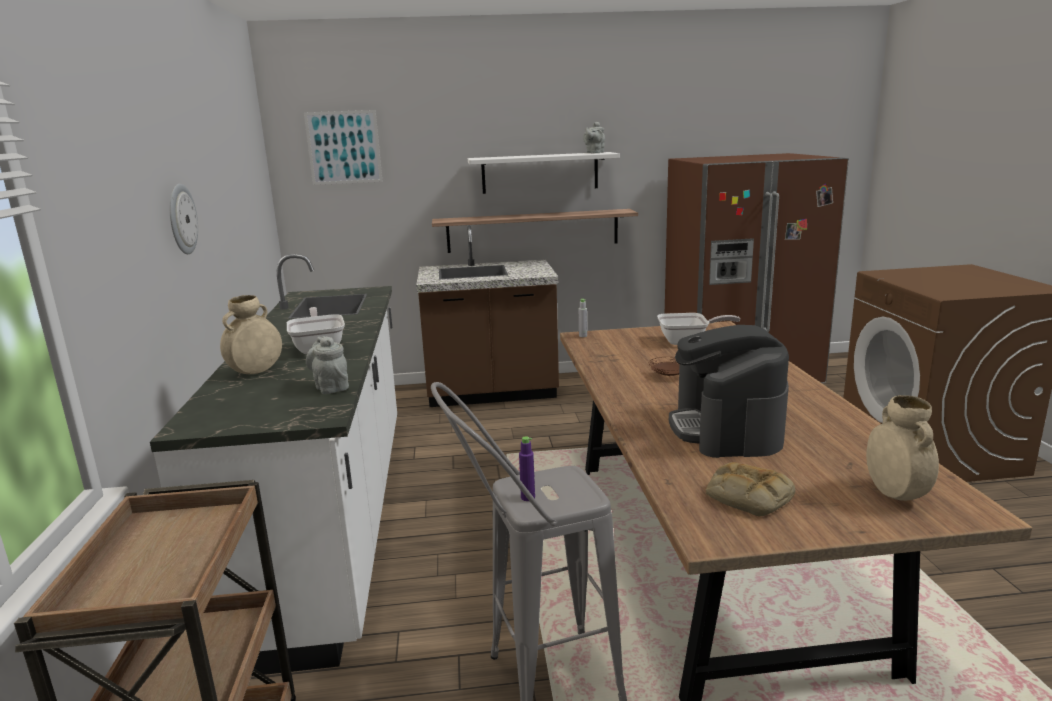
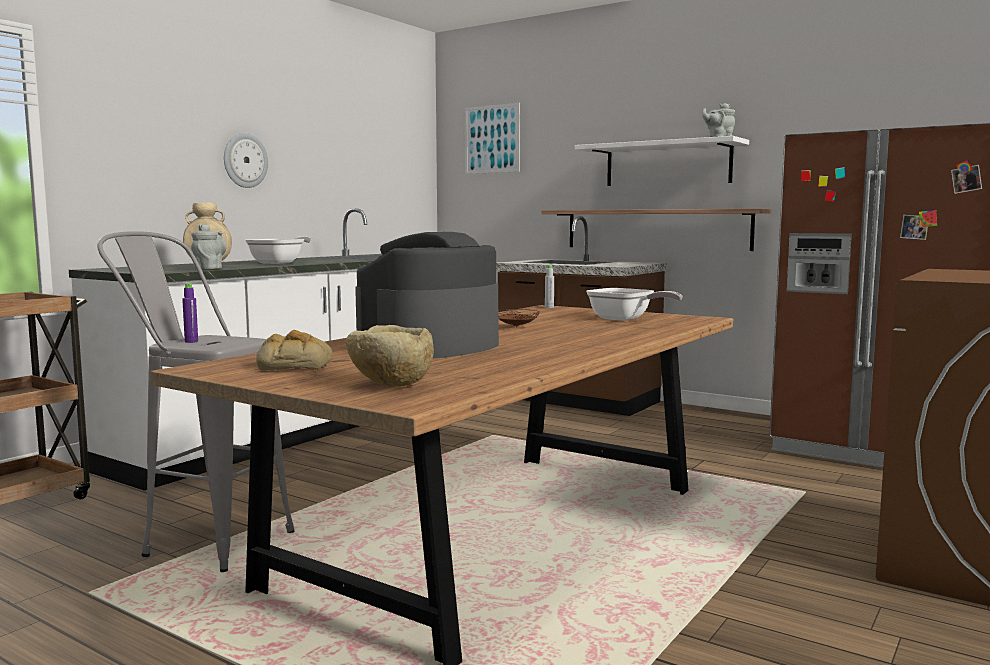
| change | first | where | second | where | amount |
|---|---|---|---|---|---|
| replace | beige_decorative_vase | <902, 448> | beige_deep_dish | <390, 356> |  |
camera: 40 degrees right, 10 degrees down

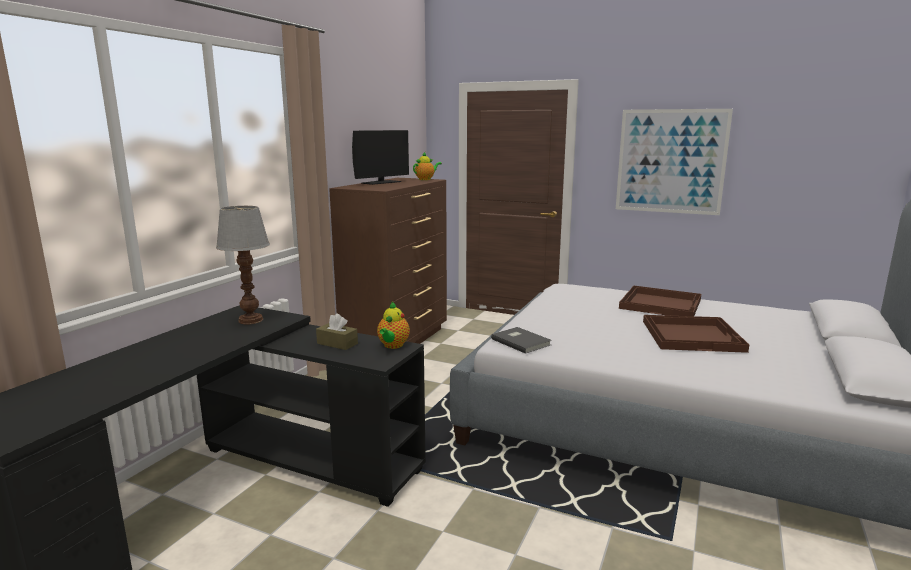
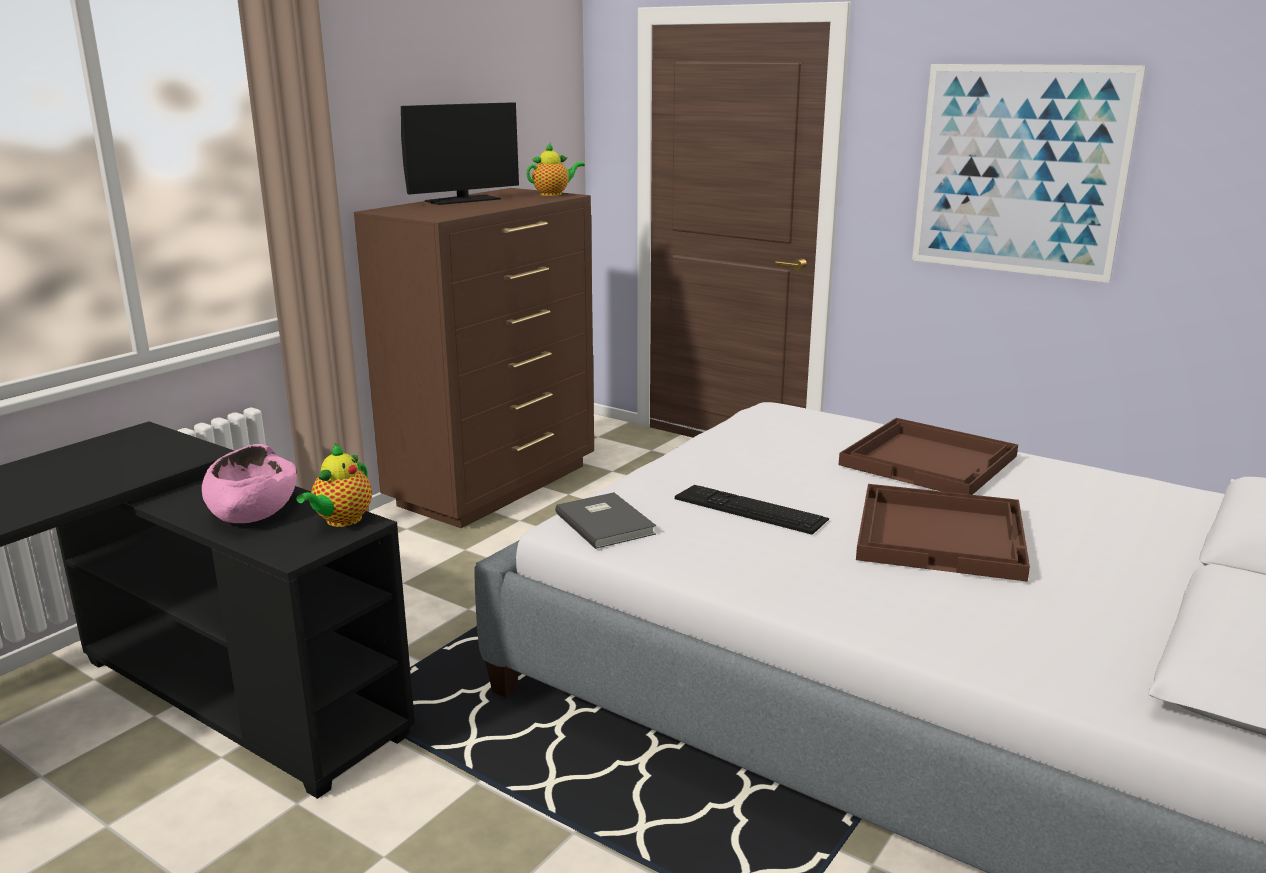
| change | first | where | second | where | amount |
|---|---|---|---|---|---|
| delete | lamp_for_a_table | <243, 265> |  |  |  |
| insert |  |  | PC_keyboard | <752, 510> |  |
| replace | brown-coloured_tissue_holder | <337, 331> | pinkish_deep_dish | <249, 483> |  |
camera: 10 degrees right, 5 degrees up

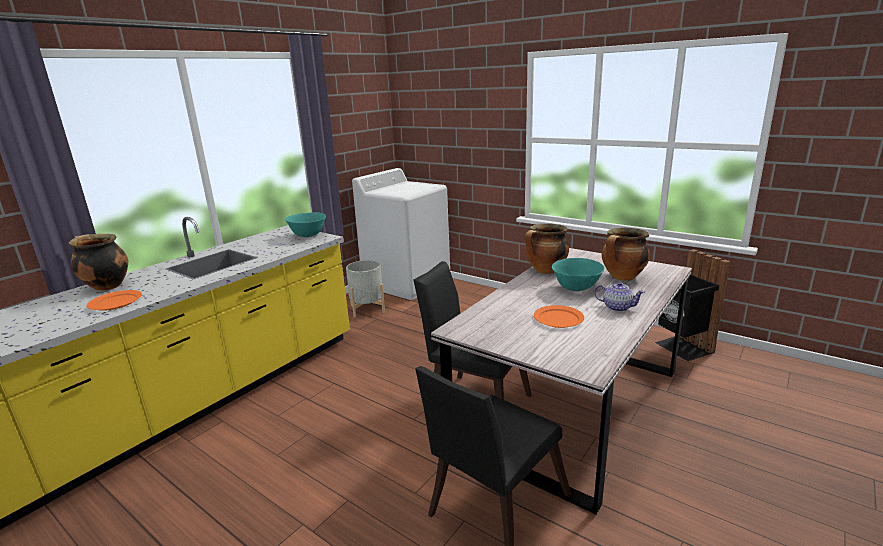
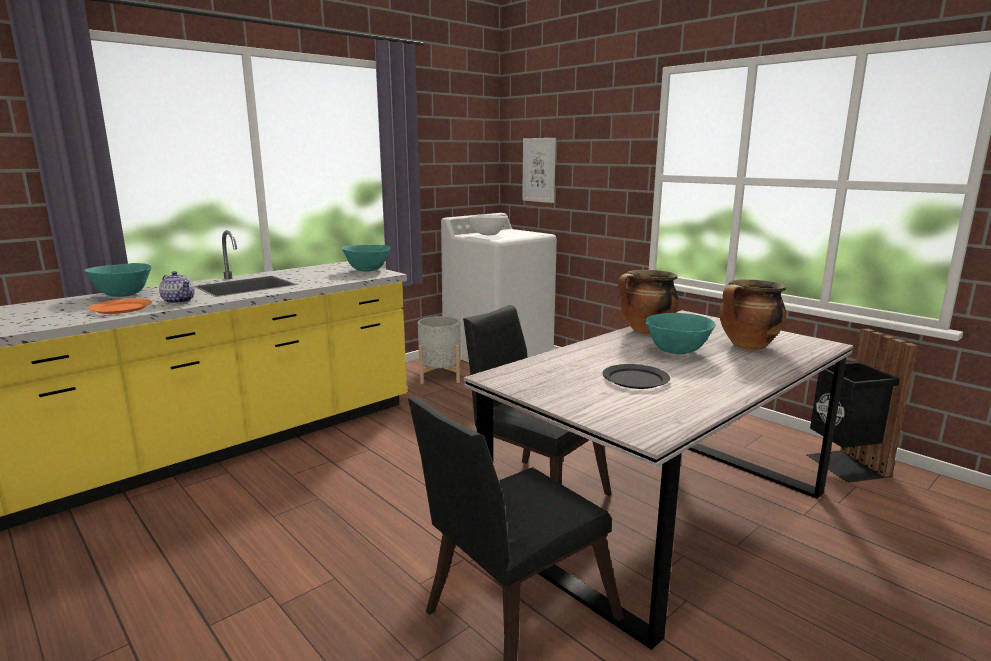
| change | first | where | second | where | amount |
|---|---|---|---|---|---|
| insert |  |  | white_deep_dish | <488, 224> |  |
| insert |  |  | wall_art | <539, 170> |  |
| move | pot_for_tea | <619, 297> |  | <177, 287> |  |
| replace | cooking_pot | <98, 262> | turquoise_deep_dish | <118, 280> |  |
| recolor | orange-coloured_dinner_plate | <559, 316> | blackish_dinner_plate | <636, 376> |  |
camera: 10 degrees right, 5 degrees down

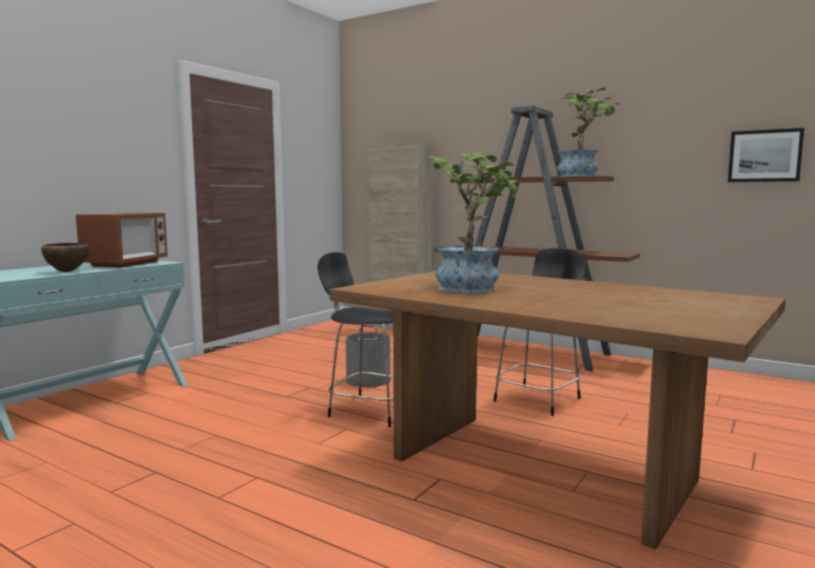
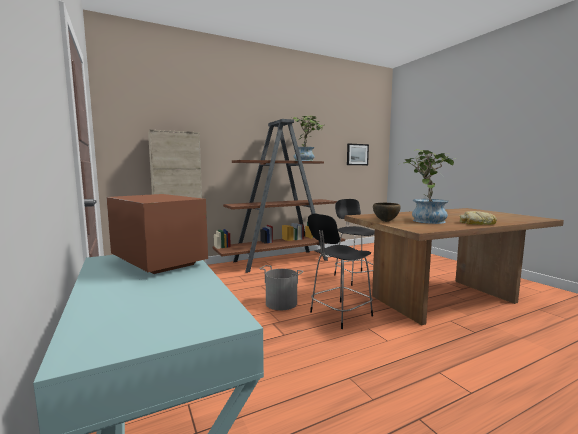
| change | first | where | second | where | amount |
|---|---|---|---|---|---|
| insert |  |  | bread | <478, 218> |  |
| move | brown-coloured_deep_dish | <65, 257> |  | <387, 212> |  |
camera: 60 degrees left, 0 degrees up

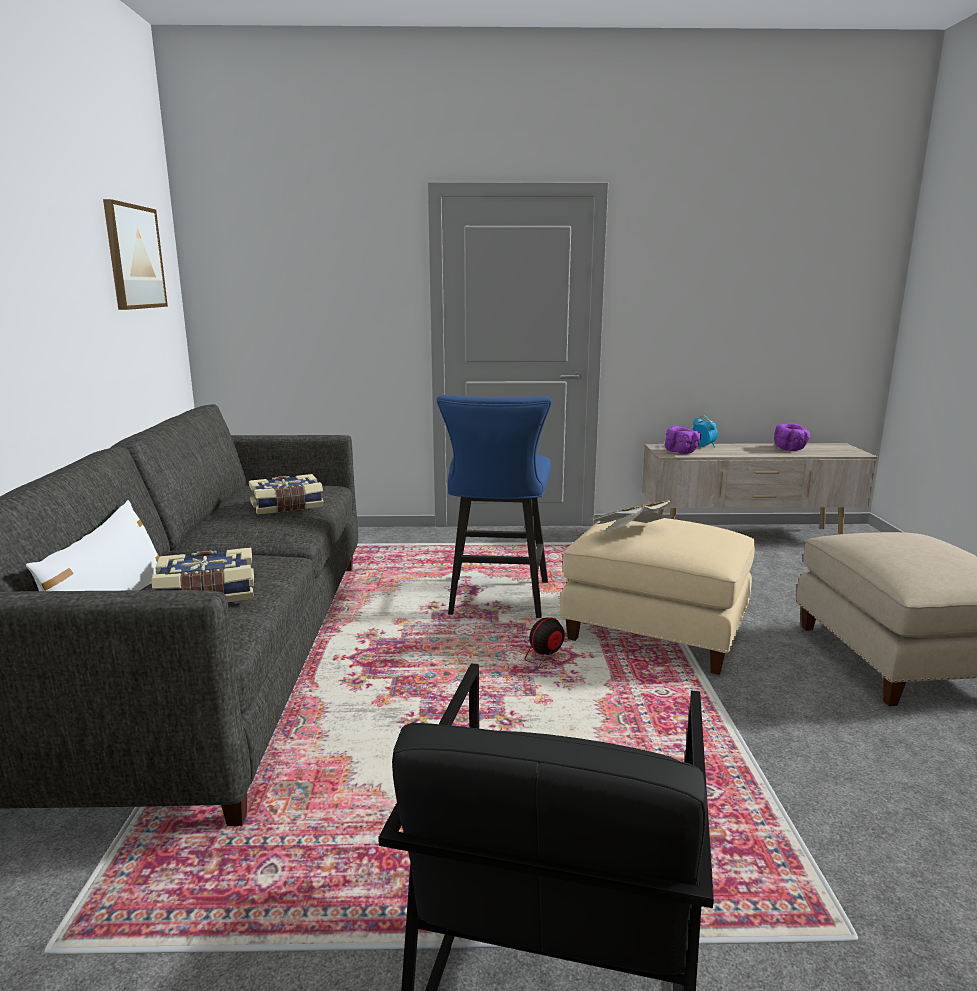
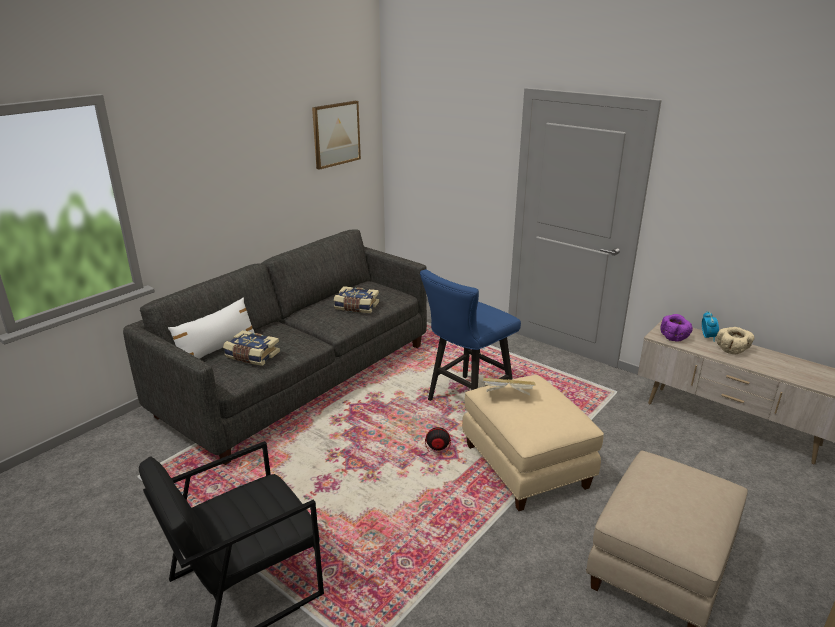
| change | first | where | second | where | amount |
|---|---|---|---|---|---|
| delete | purplish_deep_dish | <792, 437> |  |  |  |
| insert |  |  | beige_deep_dish | <735, 340> |  |
camera: 40 degrees right, 10 degrees up

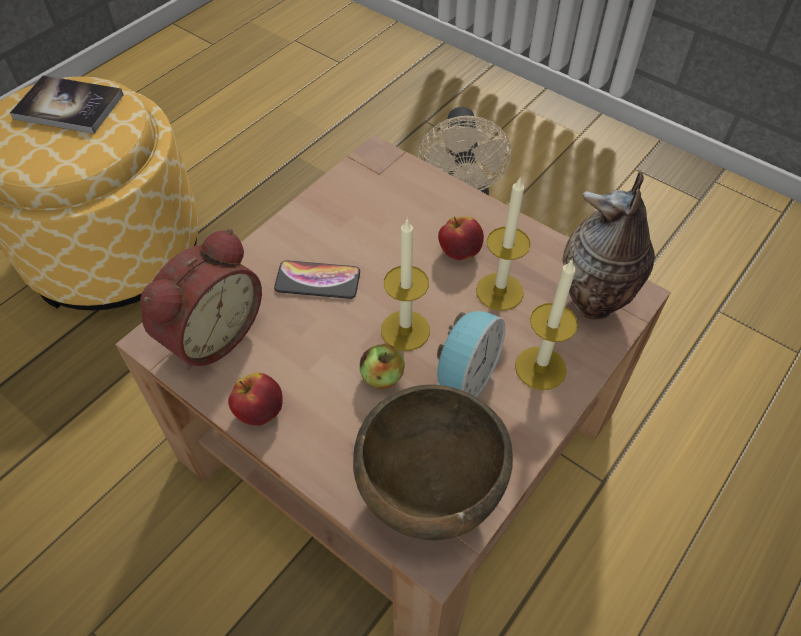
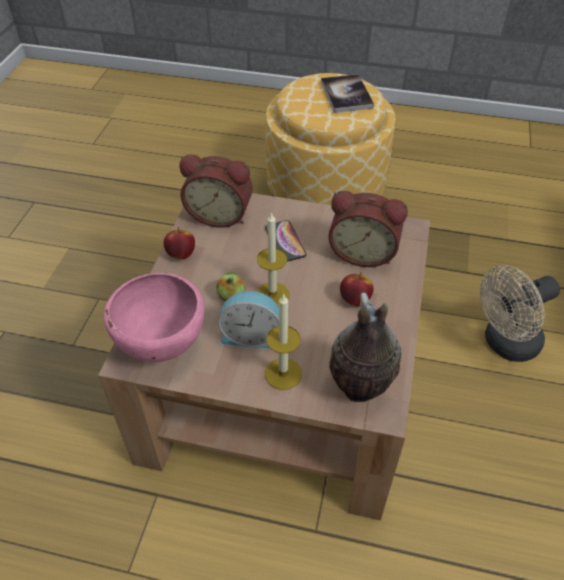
| change | first | where | second | where | amount |
|---|---|---|---|---|---|
| delete | wax_candle | <503, 243> |  |  |  |
| insert |  |  | table_clock | <368, 229> |  |
| recolor | brown-coloured_deep_dish | <433, 462> | pinkish_deep_dish | <154, 317> |  |
camera: 65 degrees right, 5 degrees down

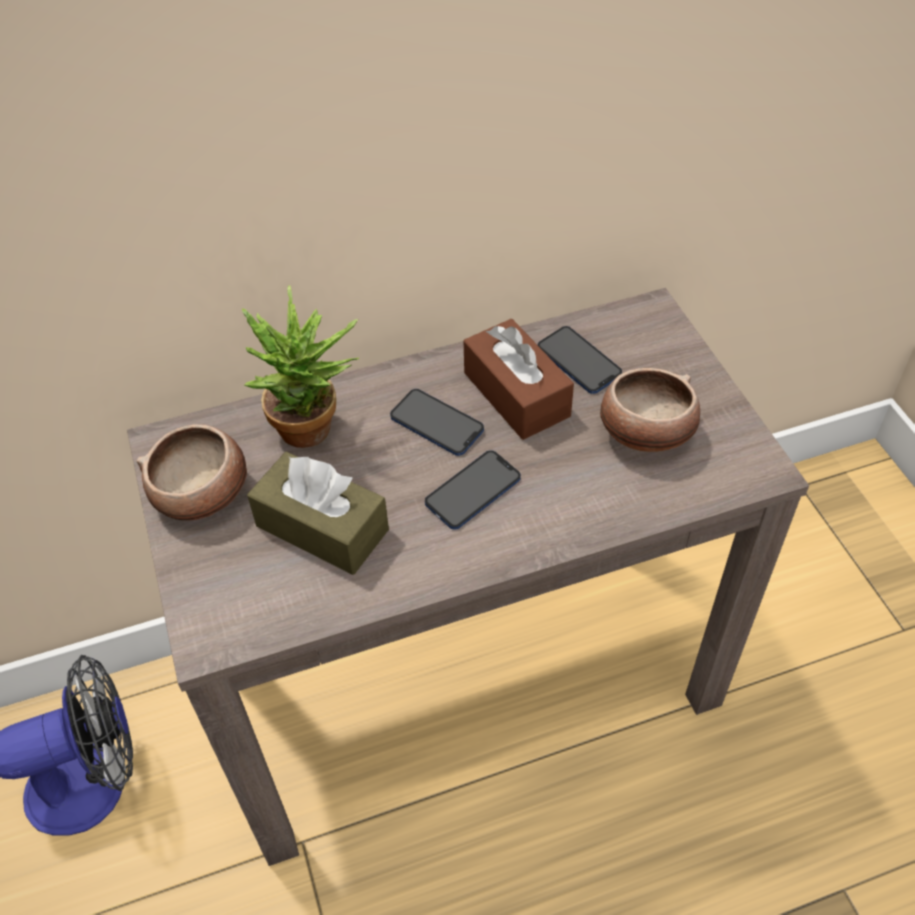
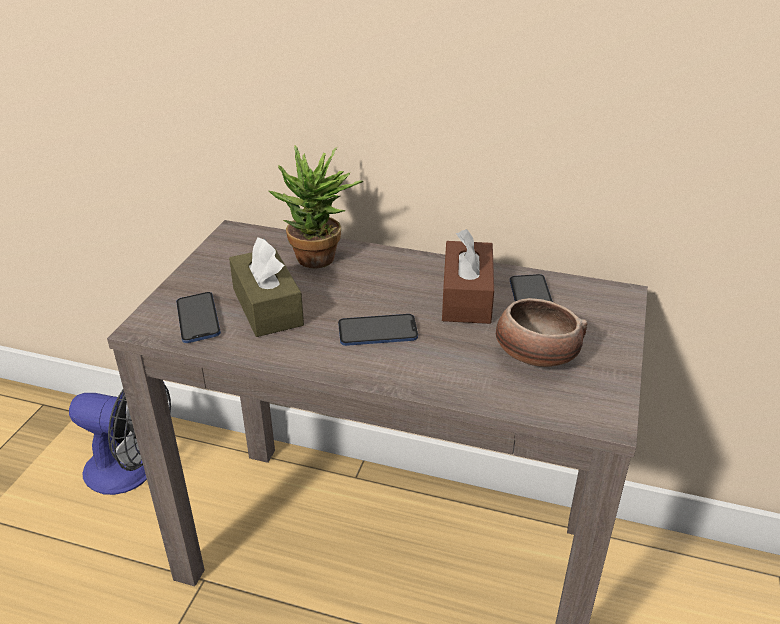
| change | first | where | second | where | amount |
|---|---|---|---|---|---|
| delete | deep_dish | <192, 472> |  |  |  |
| move | handset | <437, 422> |  | <198, 317> |  |
camera: 35 degrees right, 15 degrees down

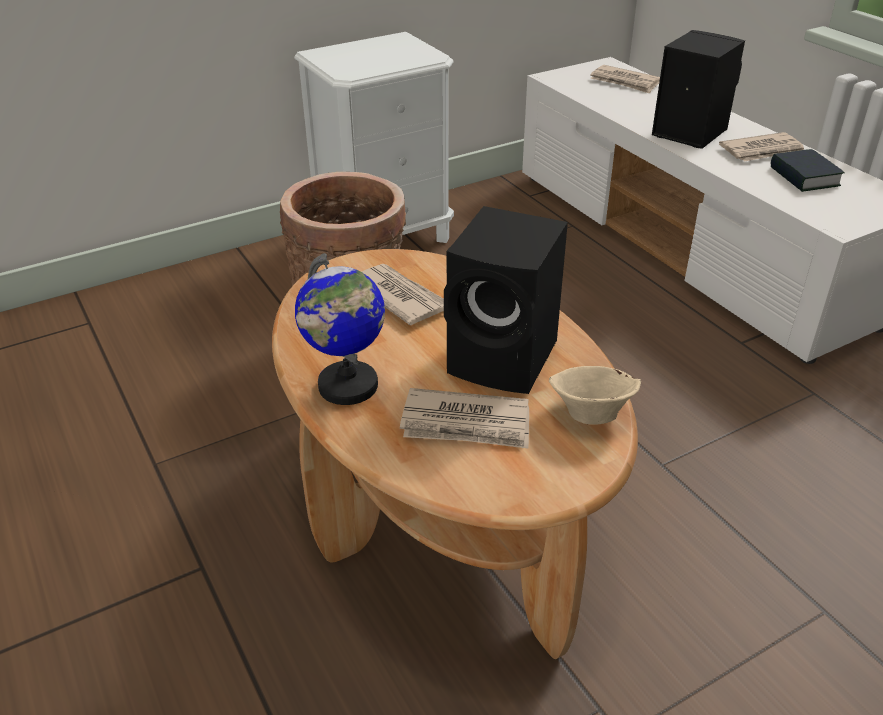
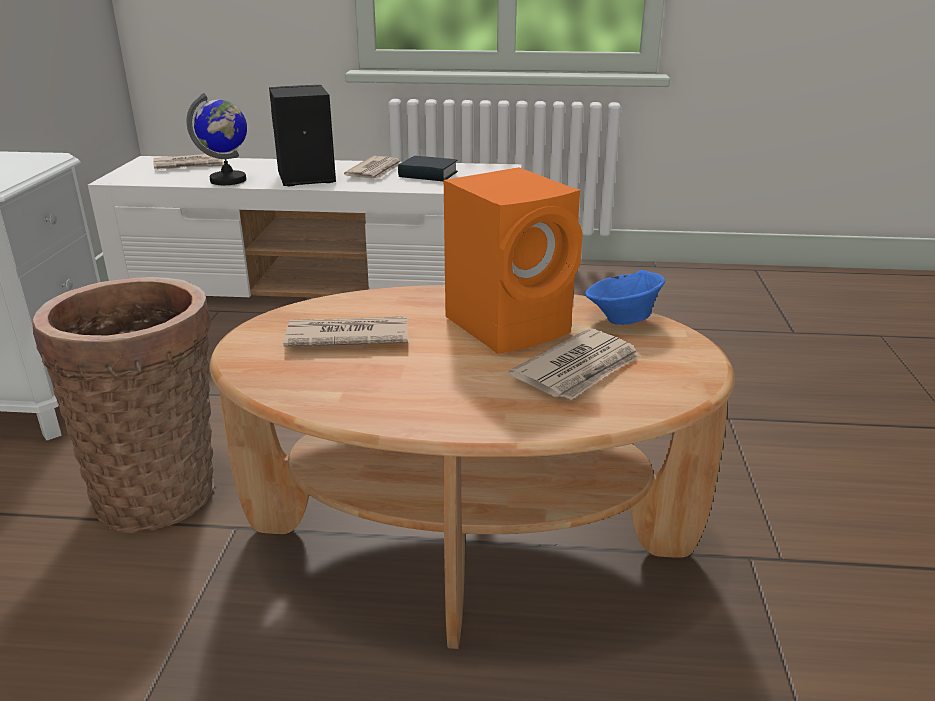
| change | first | where | second | where | amount |
|---|---|---|---|---|---|
| move | desk_globe | <340, 329> |  | <217, 139> |  |
| recolor | blackish_speaker | <506, 300> | orange-coloured_speaker | <513, 260> |  |
| recolor | beige_deep_dish | <595, 395> | bluish_deep_dish | <625, 297> |  |
camera: 55 degrees left, 10 degrees down

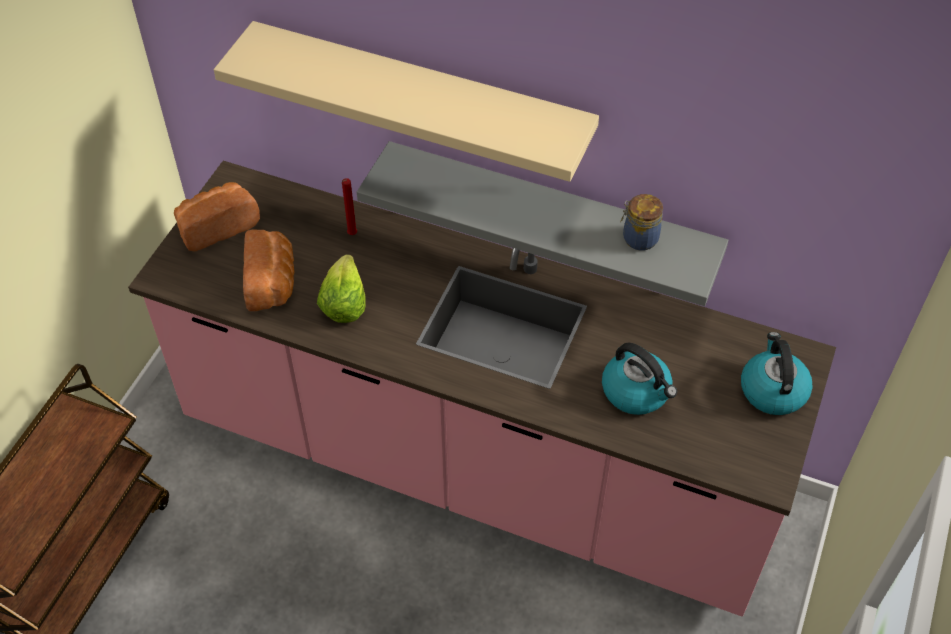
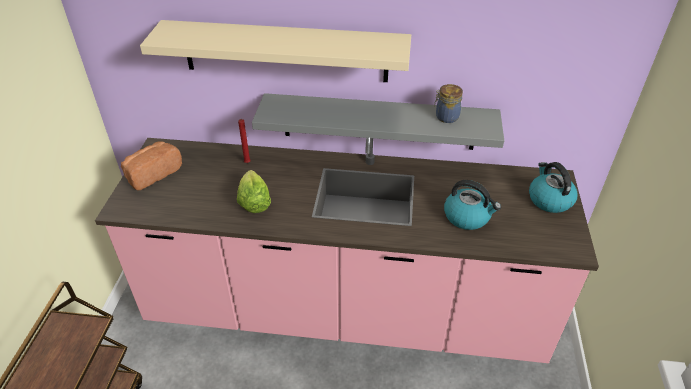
| change | first | where | second | where | amount |
|---|---|---|---|---|---|
| delete | bread | <268, 270> |  |  |  |
camera: 15 degrees left, 10 degrees down

